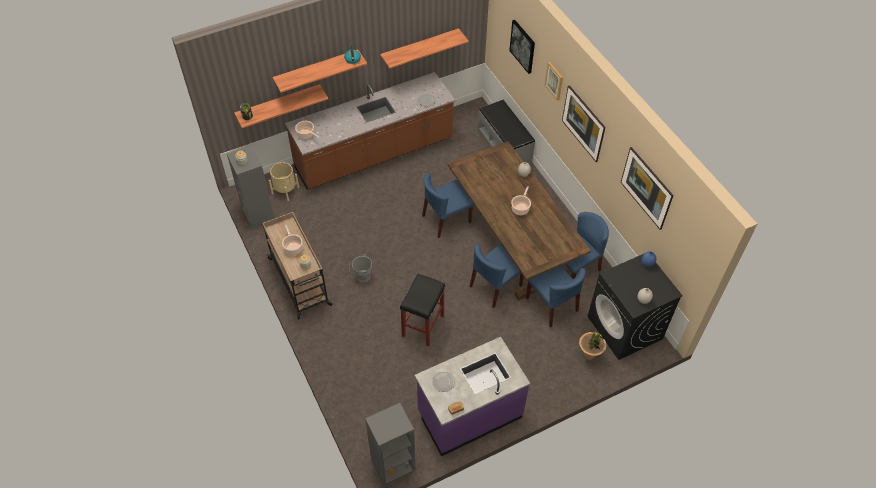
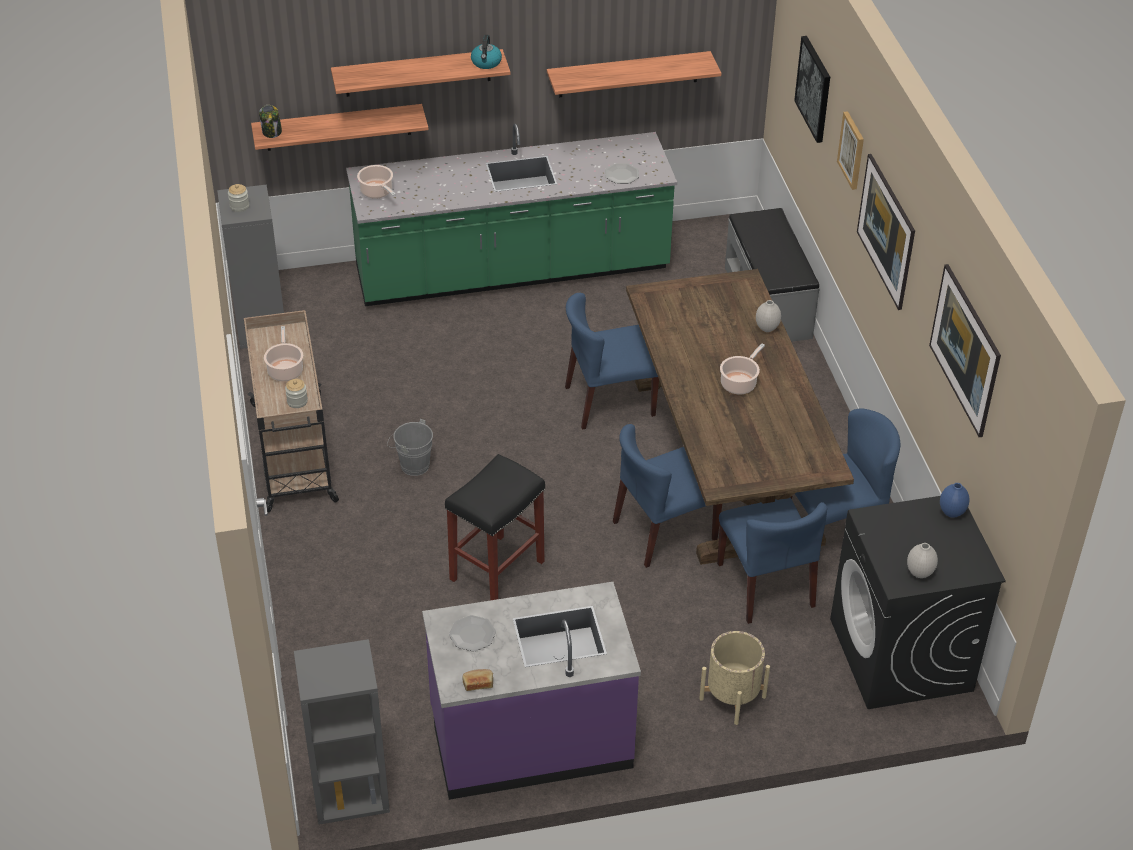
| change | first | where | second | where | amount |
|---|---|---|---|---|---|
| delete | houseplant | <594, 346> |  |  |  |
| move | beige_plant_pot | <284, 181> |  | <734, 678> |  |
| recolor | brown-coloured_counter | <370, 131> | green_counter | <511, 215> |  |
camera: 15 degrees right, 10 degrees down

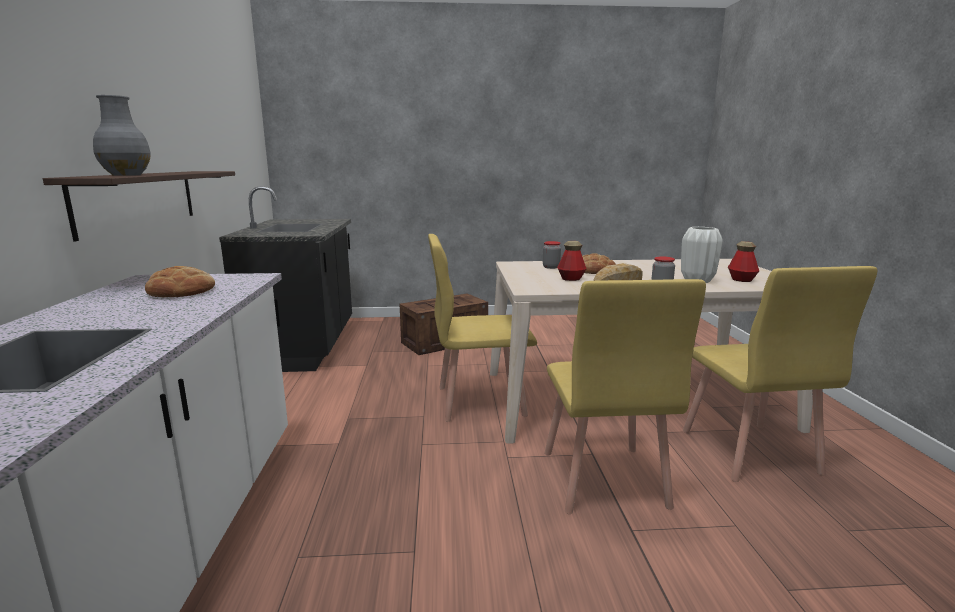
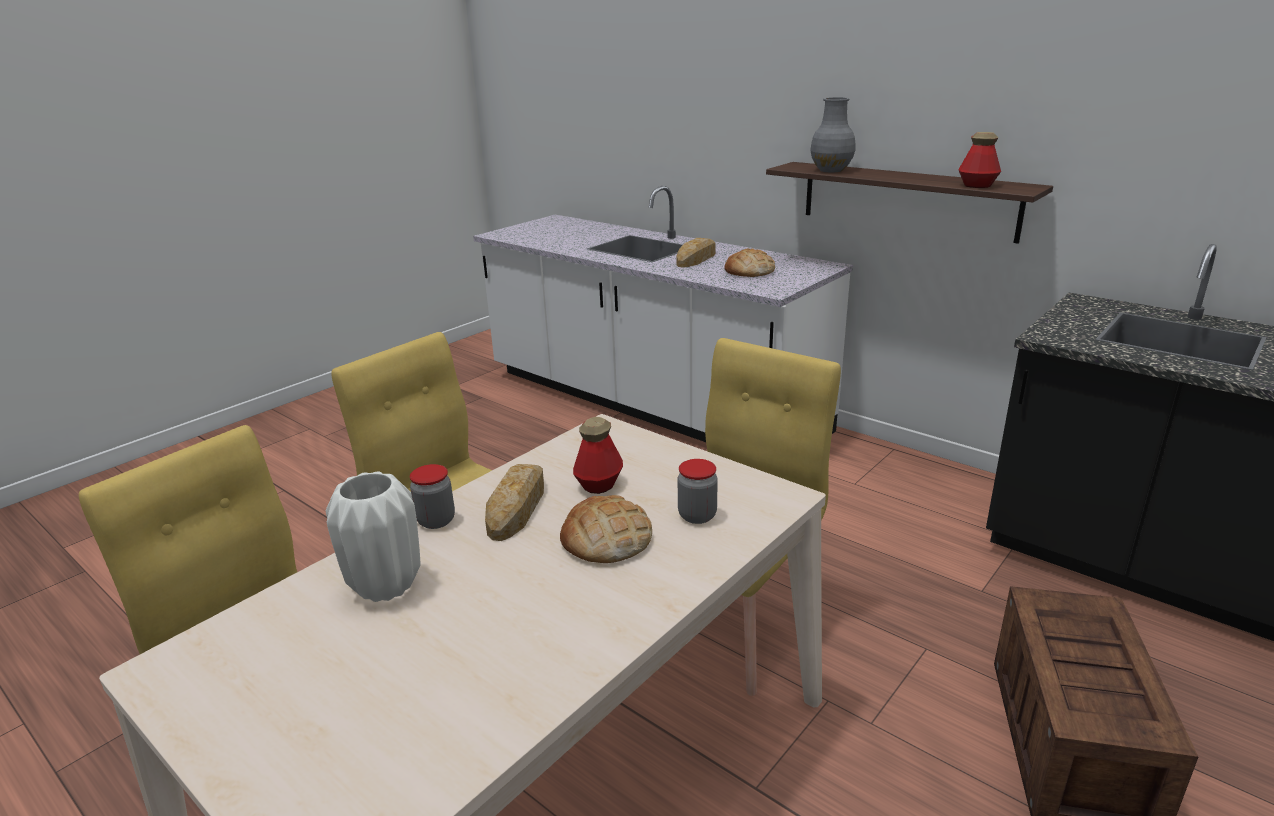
| change | first | where | second | where | amount |
|---|---|---|---|---|---|
| insert |  |  | bread | <696, 253> |  |
| move | beverage_bottle | <743, 261> |  | <979, 160> |  |
camera: 135 degrees right, 10 degrees up

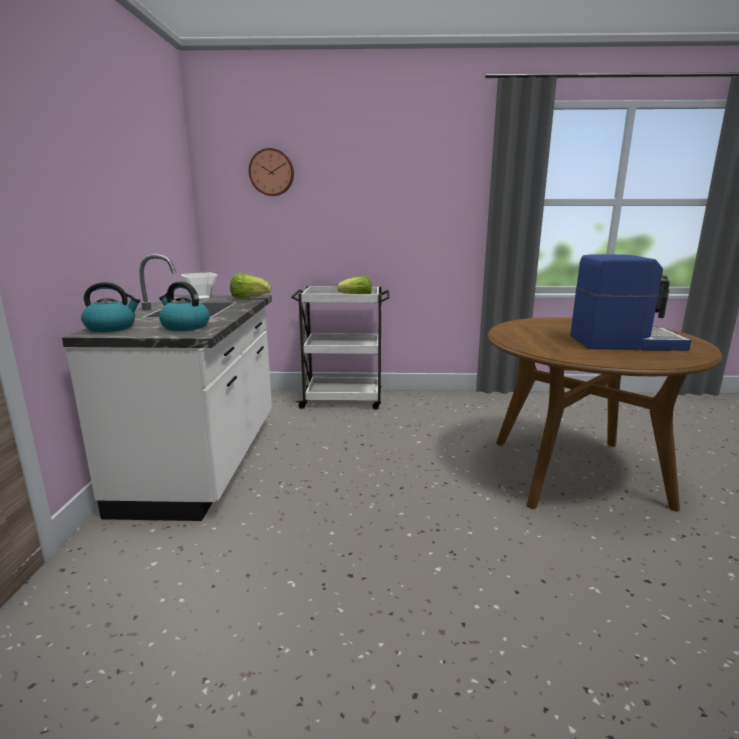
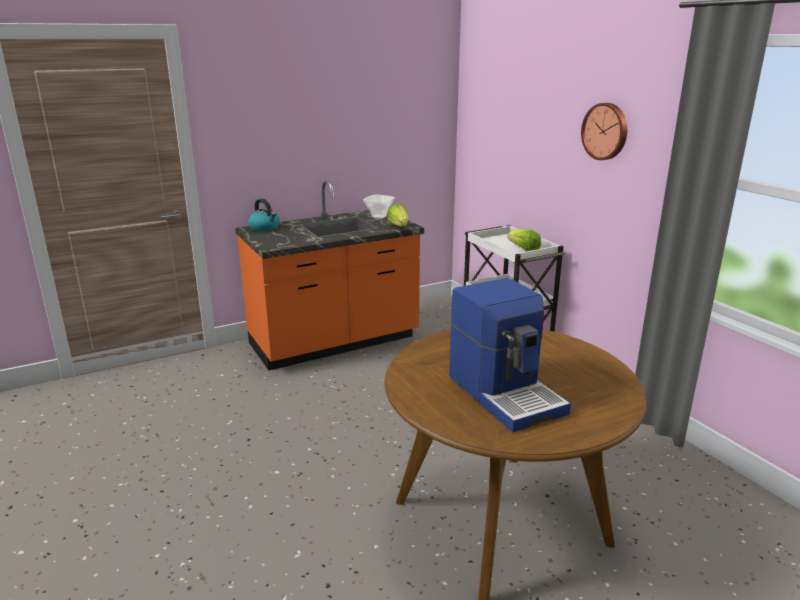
| change | first | where | second | where | amount |
|---|---|---|---|---|---|
| delete | tea_kettle | <184, 306> |  |  |  |
| move | clock_on_the_wall | <271, 172> |  | <604, 131> |  |
| recolor | white_counter | <167, 387> | orange-coloured_counter | <329, 275> |  |
camera: 60 degrees right, 5 degrees up

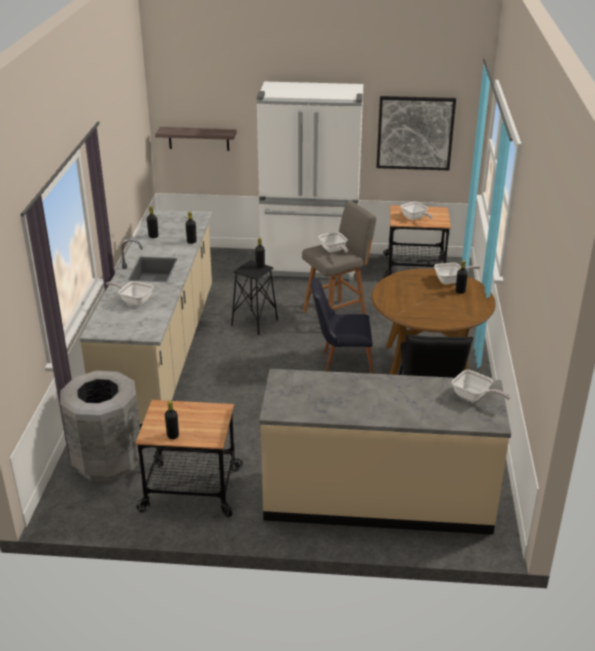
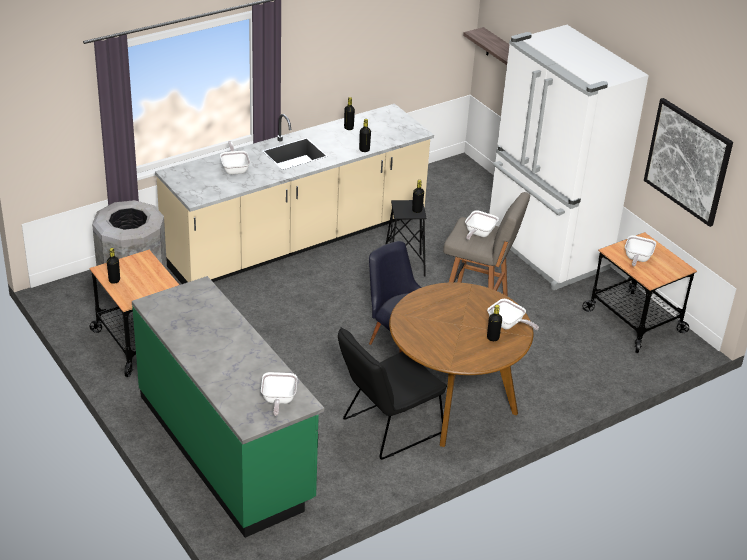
| change | first | where | second | where | amount |
|---|---|---|---|---|---|
| recolor | beige_counter | <385, 452> | green_counter | <228, 407> |  |
camera: 50 degrees right, 5 degrees up

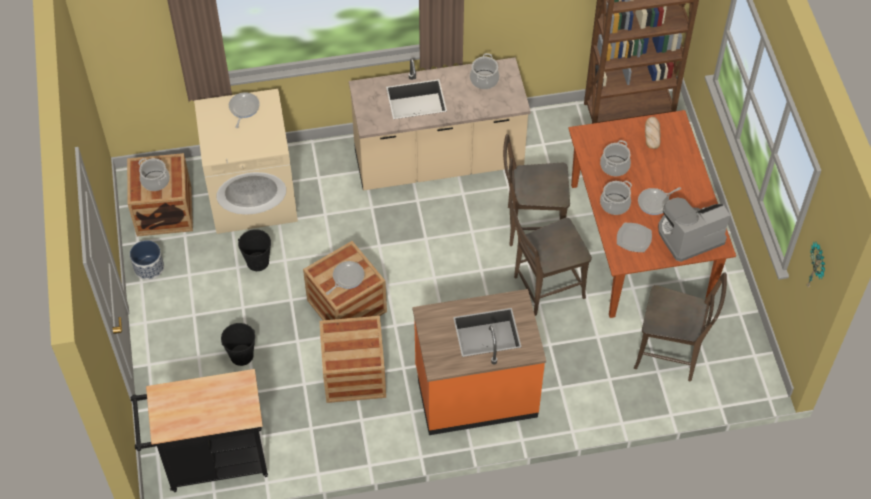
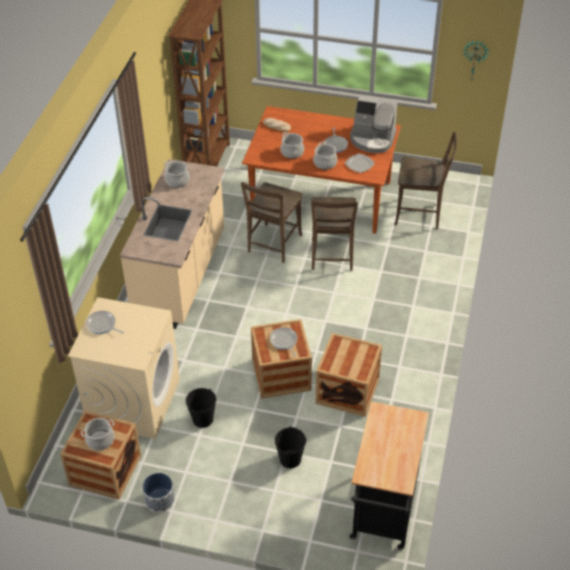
| change | first | where | second | where | amount |
|---|---|---|---|---|---|
| delete | orange-coloured_counter | <479, 362> |  |  |  |
| rotate | brown-coloured_plain_chair | <680, 327> |  | <425, 181> | 60 degrees clockwise |
| rotate | coffee_maker | <694, 230> |  | <373, 124> | 75 degrees counterclockwise |
camera: 65 degrees left, 10 degrees down

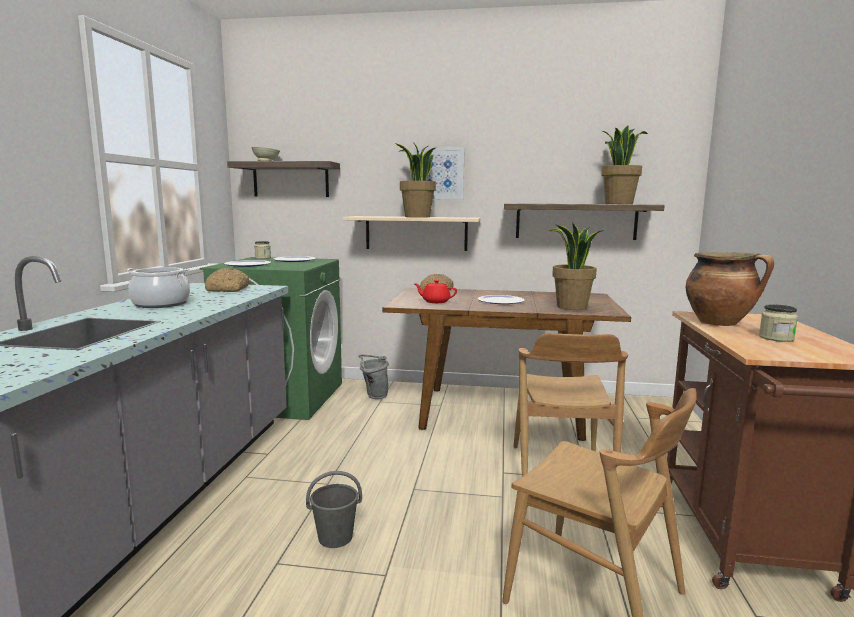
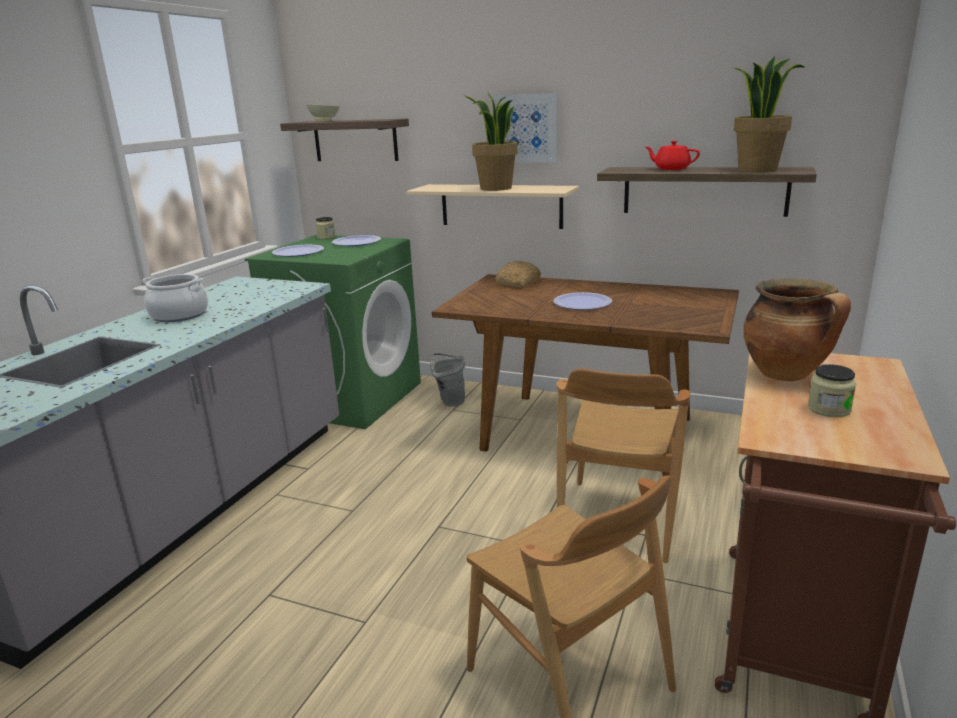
| change | first | where | second | where | amount |
|---|---|---|---|---|---|
| delete | bread | <227, 280> |  |  |  |
| delete | gray_bucket | <334, 509> |  |  |  |
| delete | houseplant | <576, 266> |  |  |  |
| move | red-coloured_pot_for_tea | <435, 291> |  | <673, 155> |  |
camera: 15 degrees right, 10 degrees up

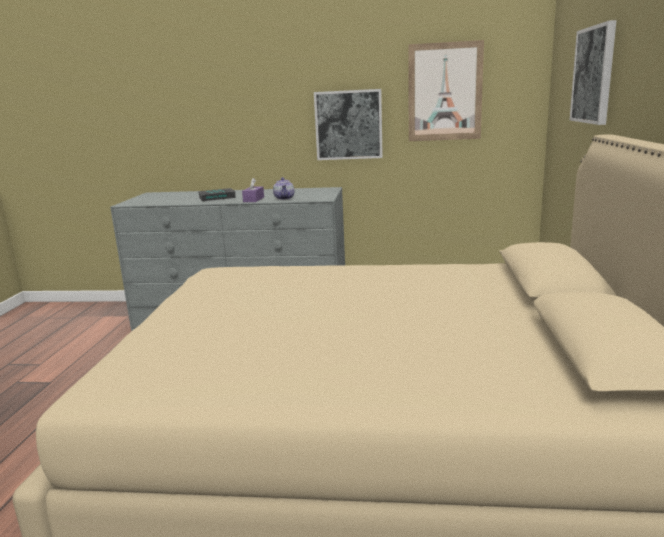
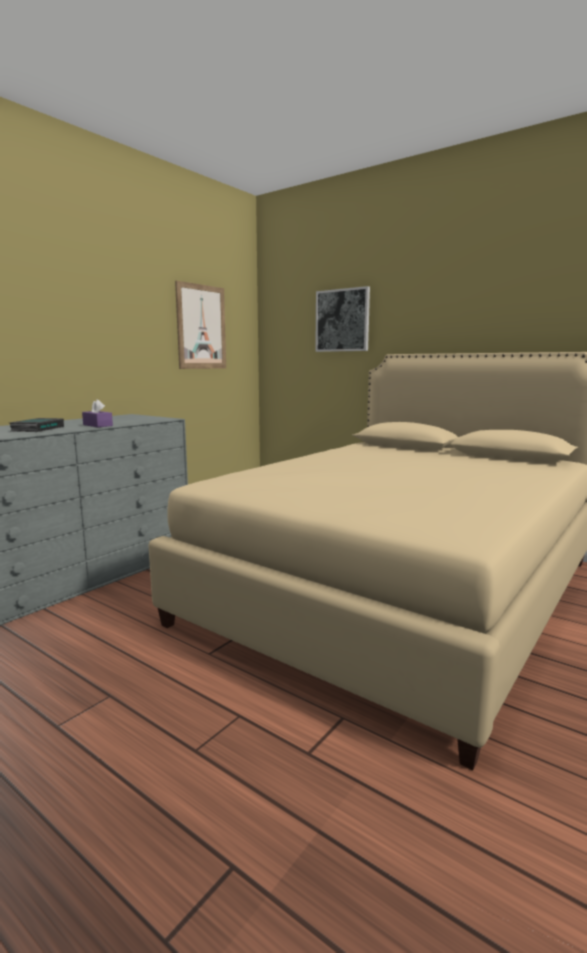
| change | first | where | second | where | amount |
|---|---|---|---|---|---|
| delete | pot_for_tea | <283, 188> |  |  |  |
| delete | wall_art | <348, 124> |  |  |  |
camera: 60 degrees left, 5 degrees down

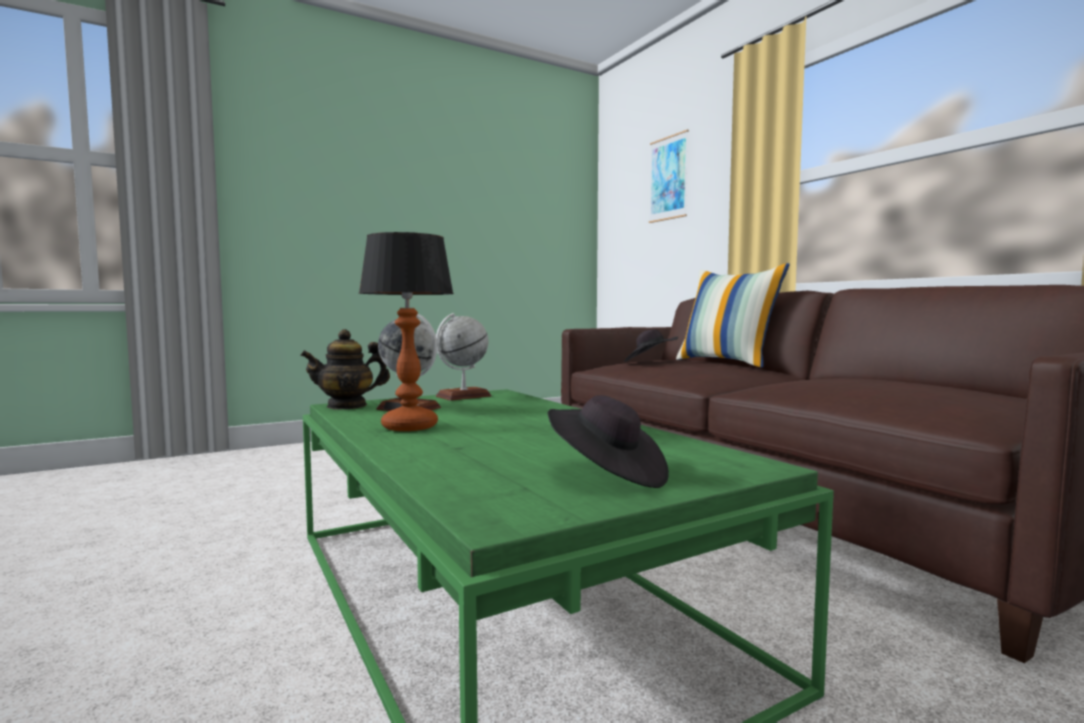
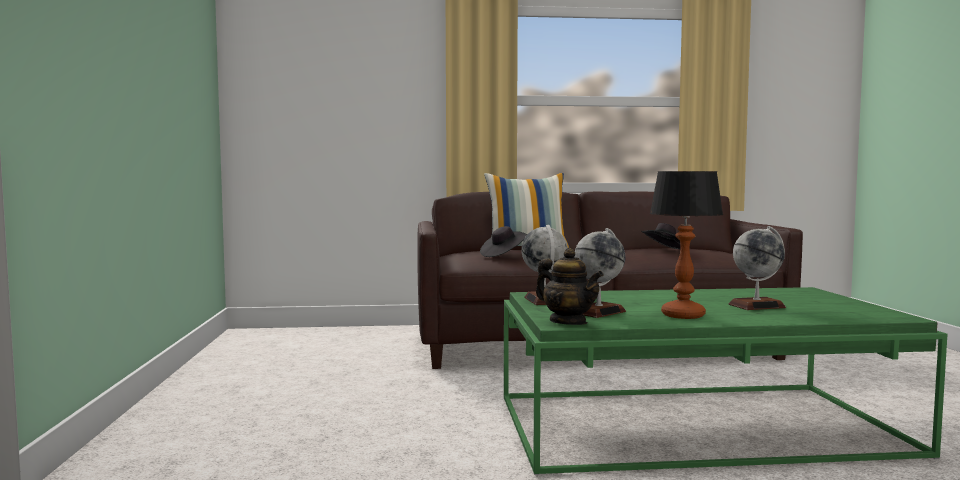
| change | first | where | second | where | amount |
|---|---|---|---|---|---|
| delete | wall_art | <669, 176> |  |  |  |
| insert |  |  | desk_globe | <757, 268> |  |
| move | blackish_hat | <608, 441> |  | <661, 236> |  |
| rotate | pot_for_tea | <345, 369> |  | <570, 286> | 45 degrees counterclockwise |
camera: 65 degrees left, 0 degrees up

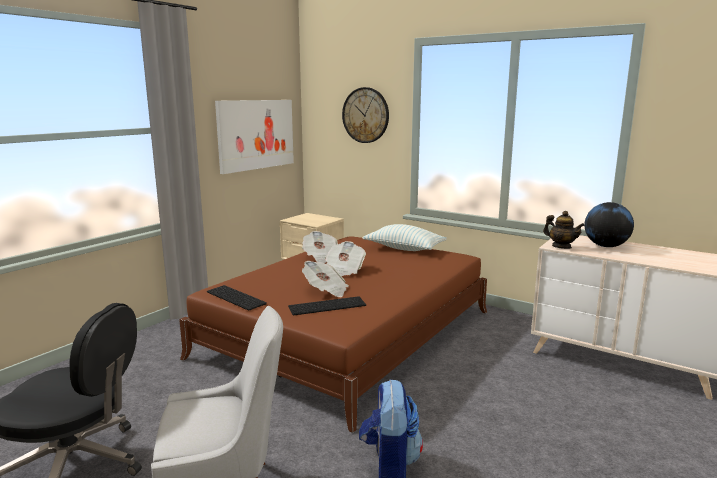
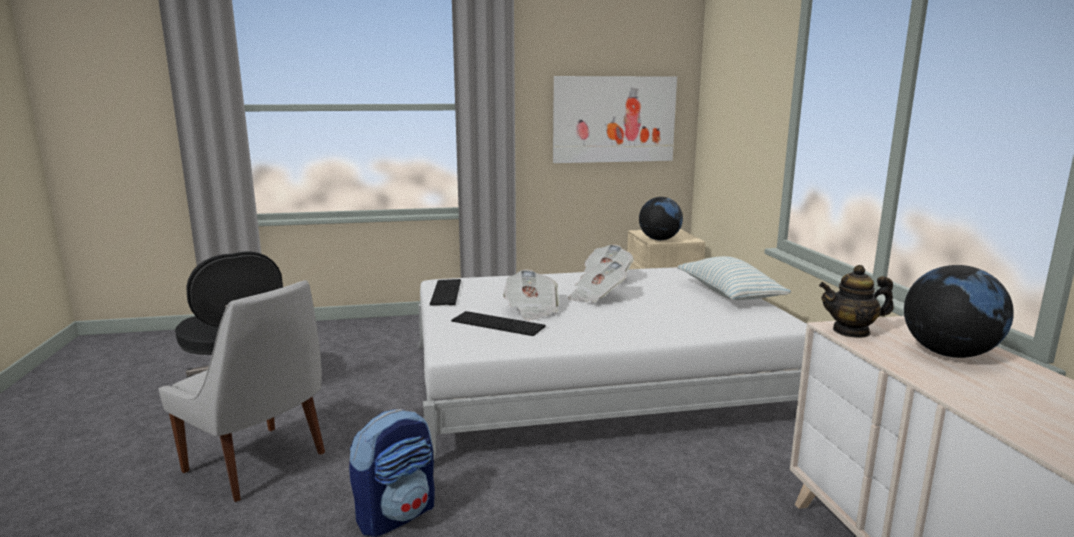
| change | first | where | second | where | amount |
|---|---|---|---|---|---|
| delete | clock_on_the_wall | <365, 115> |  |  |  |
| insert |  |  | desk_globe | <661, 218> |  |
| recolor | brown-coloured_sleeping_bed | <333, 334> | white_sleeping_bed | <612, 363> |  |
| rotate | pot_for_tea | <564, 230> |  | <856, 301> | 90 degrees clockwise |
camera: 45 degrees right, 0 degrees up

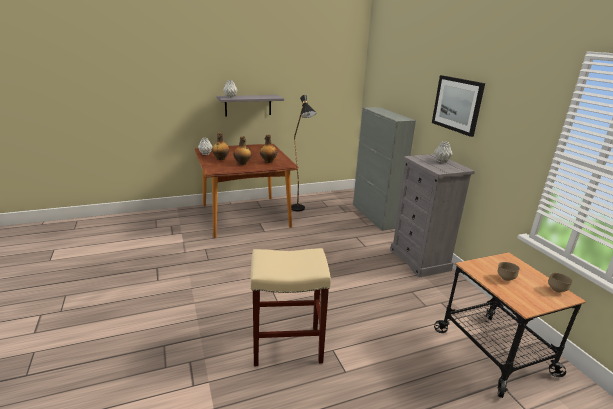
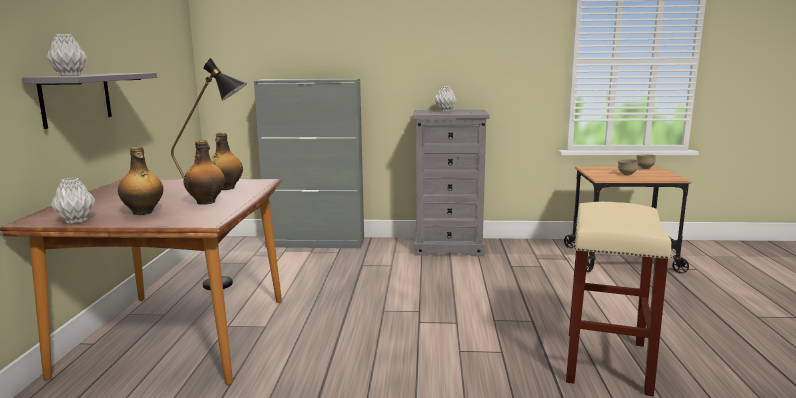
| change | first | where | second | where | amount |
|---|---|---|---|---|---|
| delete | wall_art | <458, 106> |  |  |  |
camera: 65 degrees left, 10 degrees down

